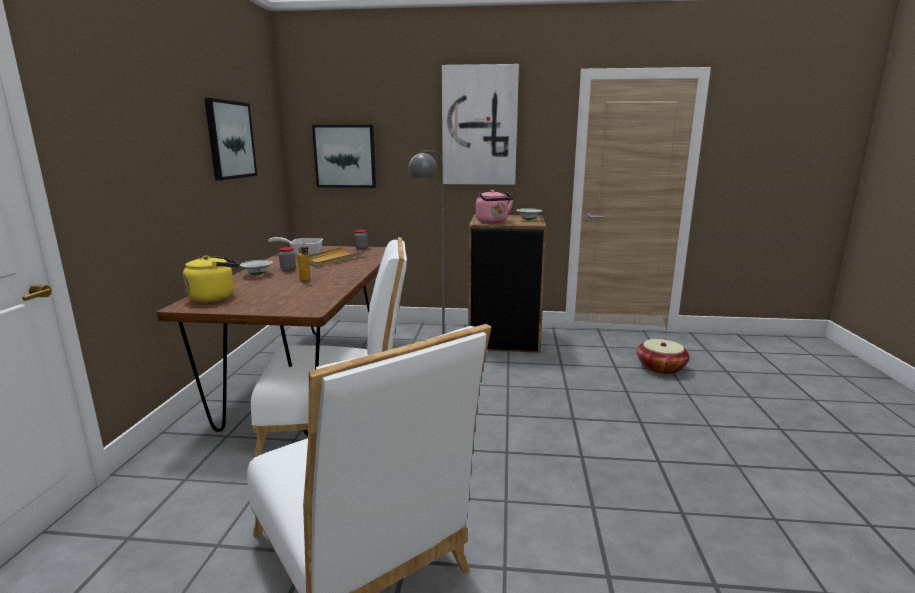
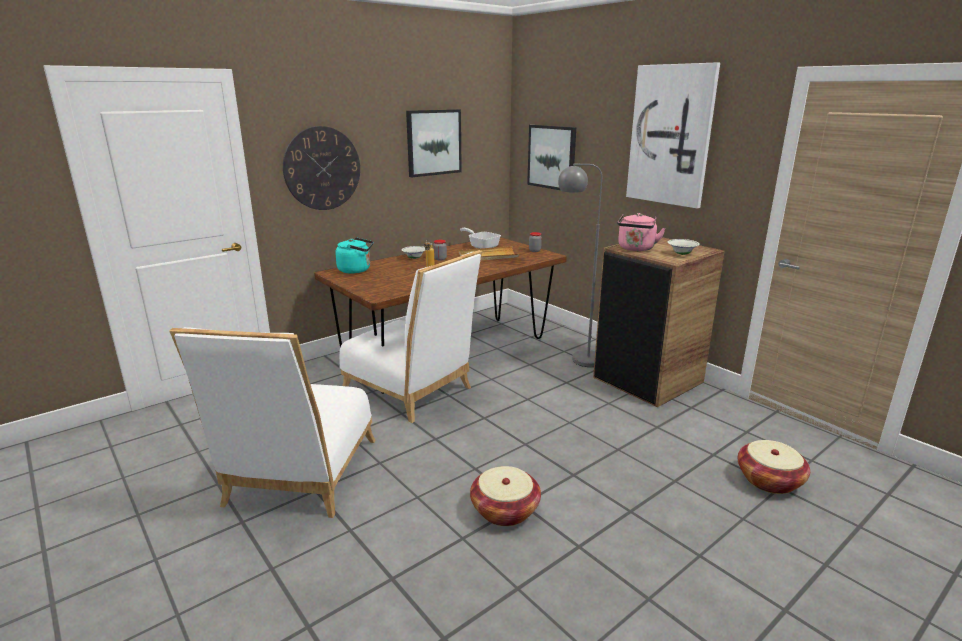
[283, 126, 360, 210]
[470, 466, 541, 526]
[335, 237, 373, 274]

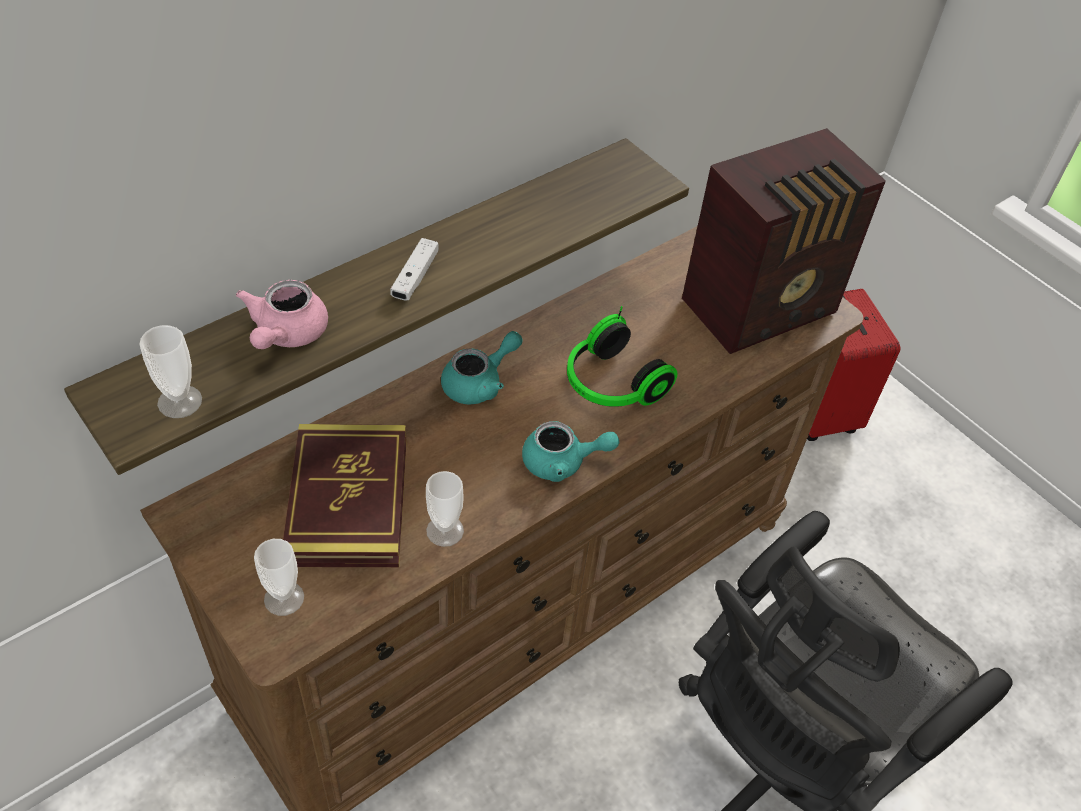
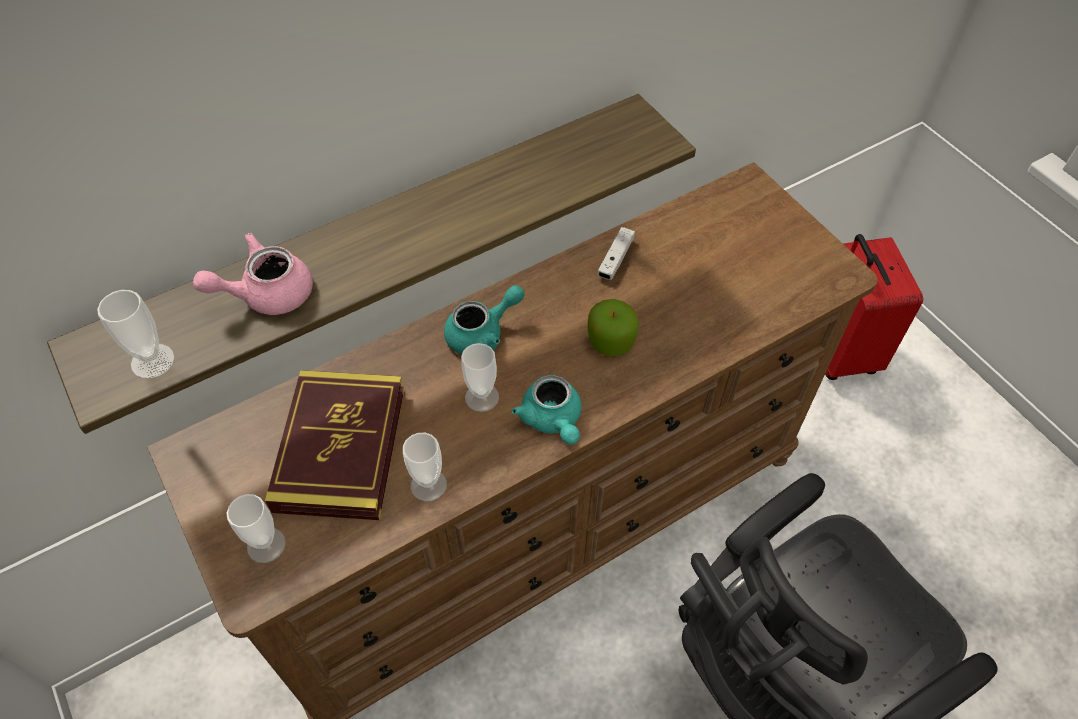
[682, 128, 886, 354] (first image)
[461, 343, 499, 412]
[597, 227, 635, 280]
[587, 299, 639, 356]
[193, 233, 313, 315]
[512, 375, 582, 445]

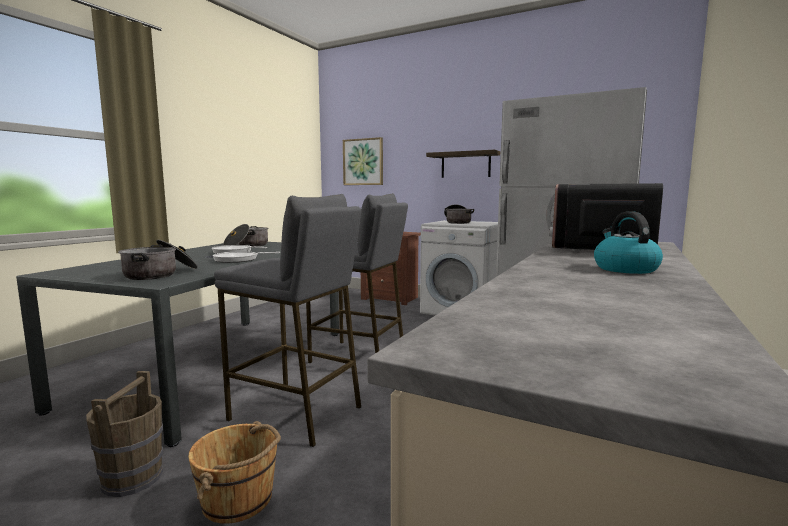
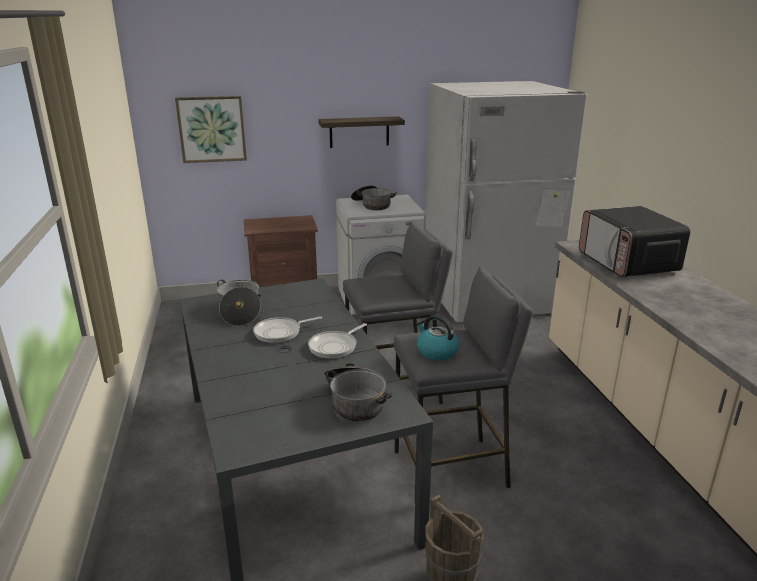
[188, 421, 281, 524] (first image)
[416, 314, 459, 360]

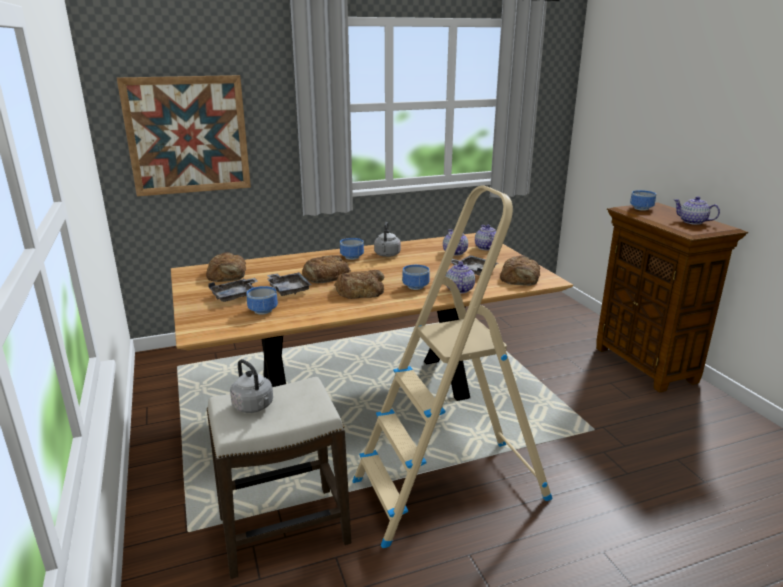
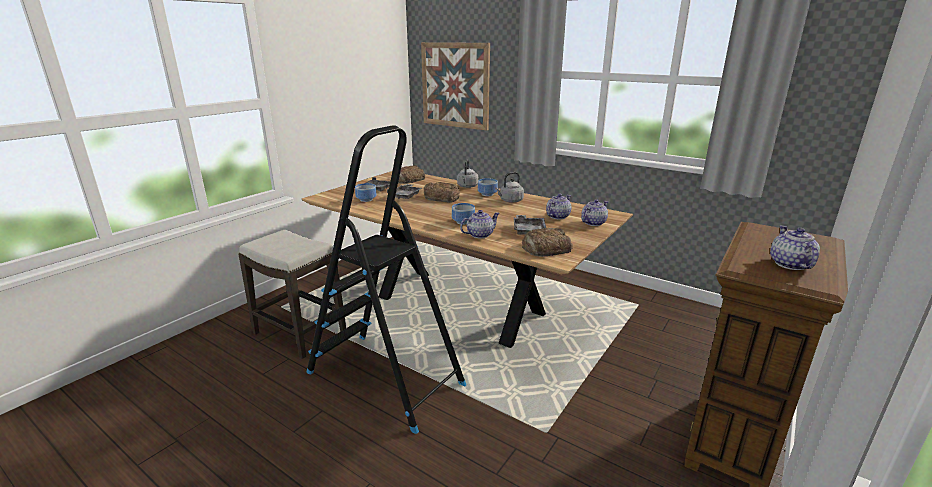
[334, 270, 384, 299] (first image)
[630, 190, 656, 211] (first image)
[457, 160, 478, 188]
[307, 125, 466, 434]

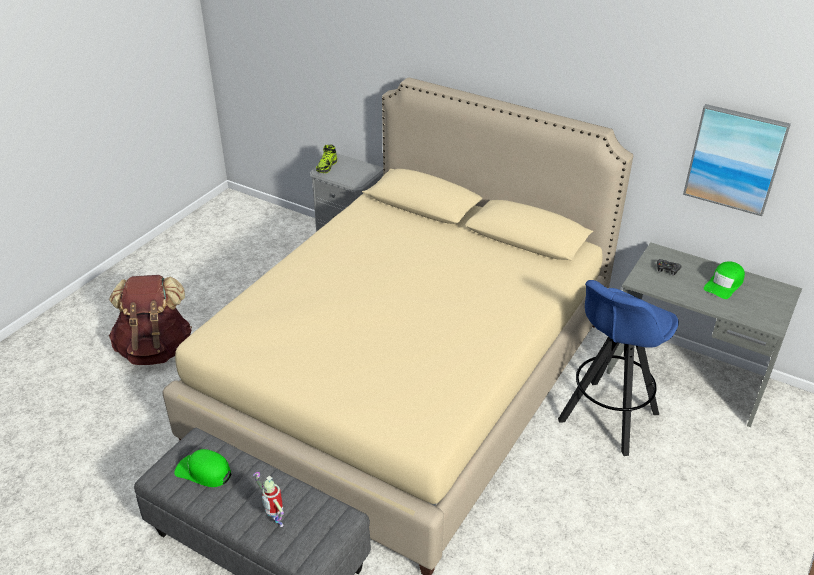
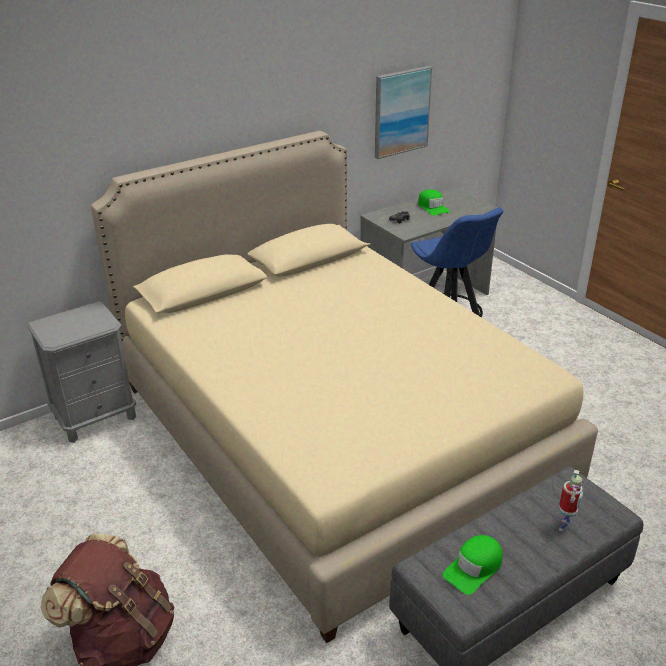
[316, 145, 337, 173] (first image)
[559, 470, 583, 531]

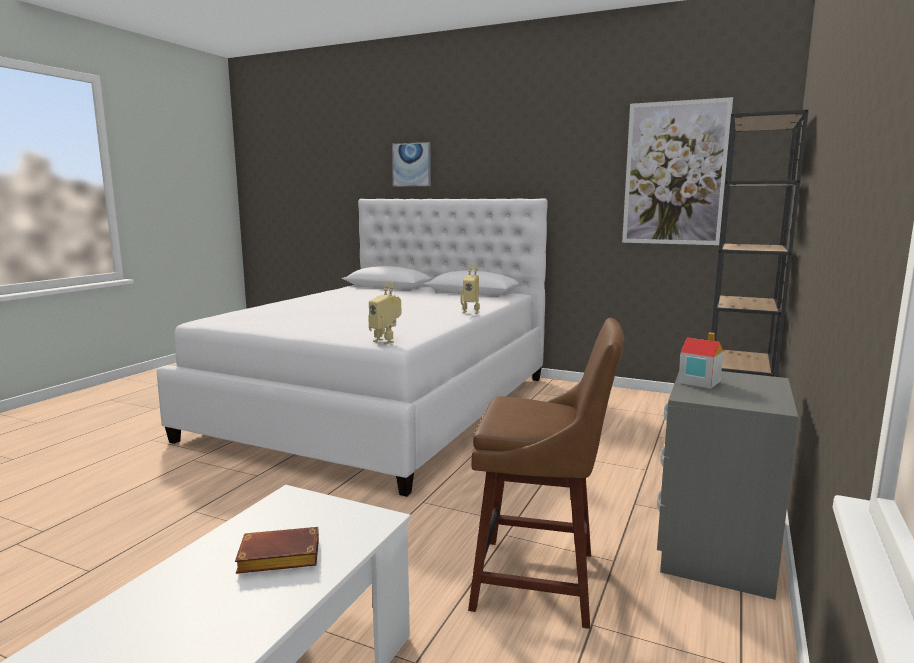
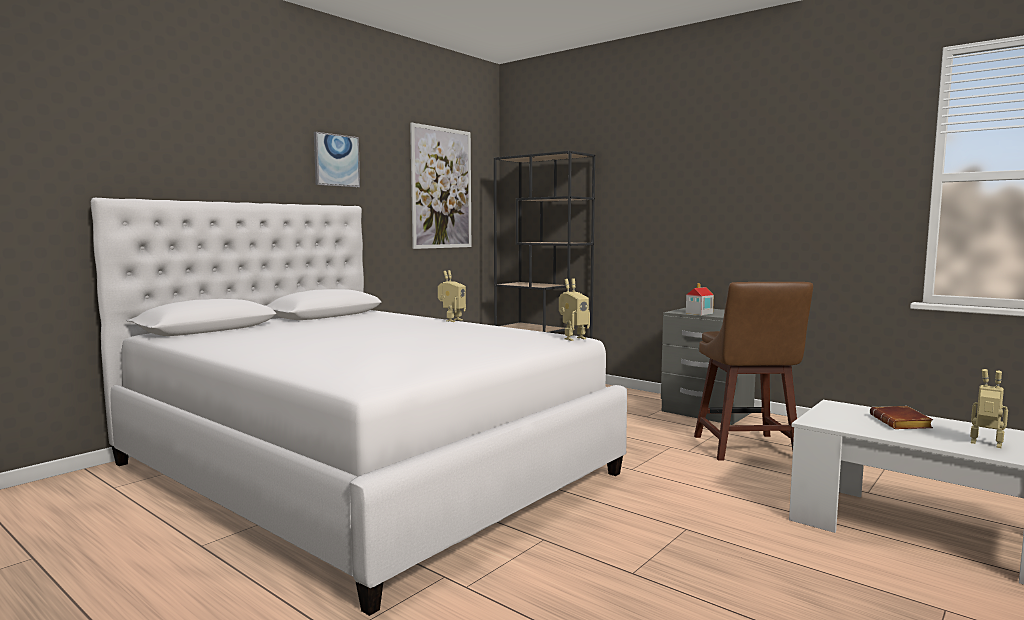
[970, 369, 1008, 448]
[314, 132, 360, 187]
[694, 282, 813, 461]

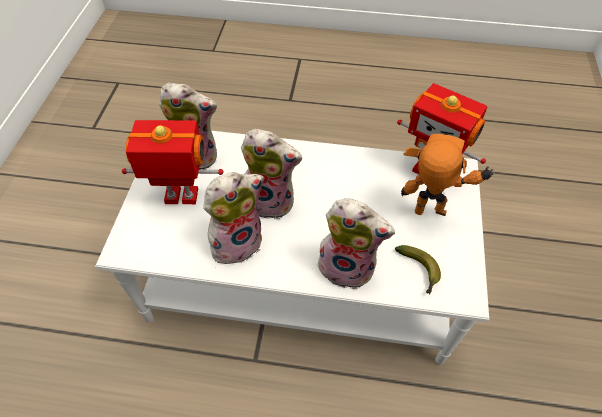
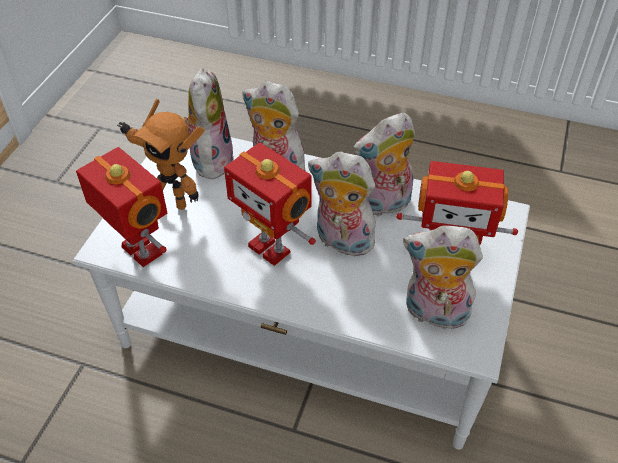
[224, 142, 316, 266]
[182, 68, 234, 181]

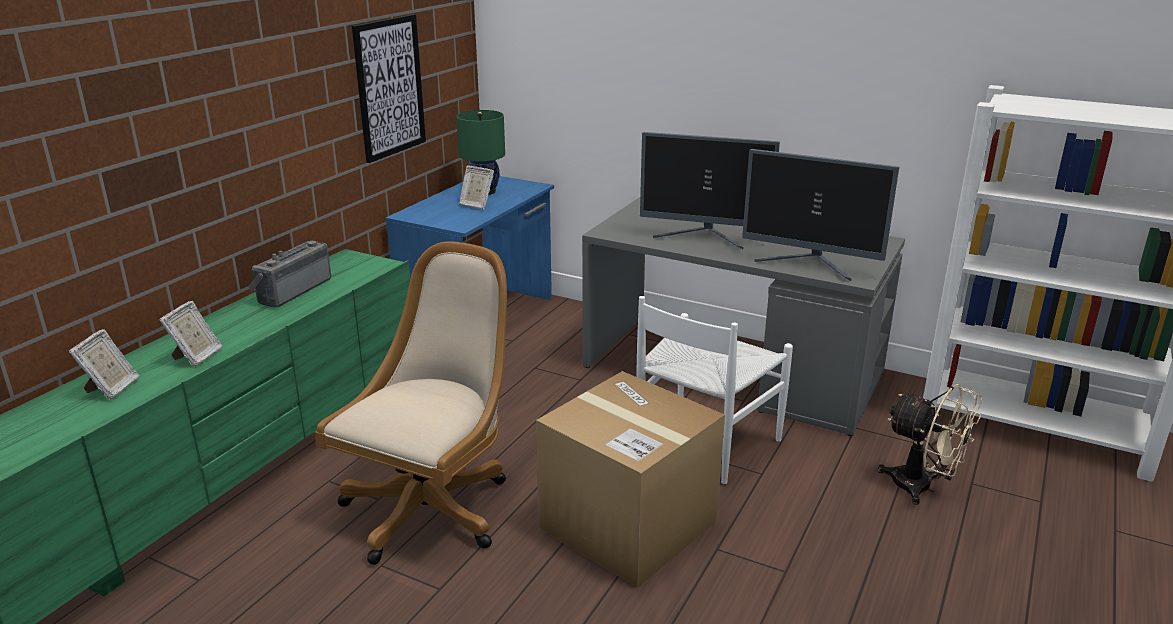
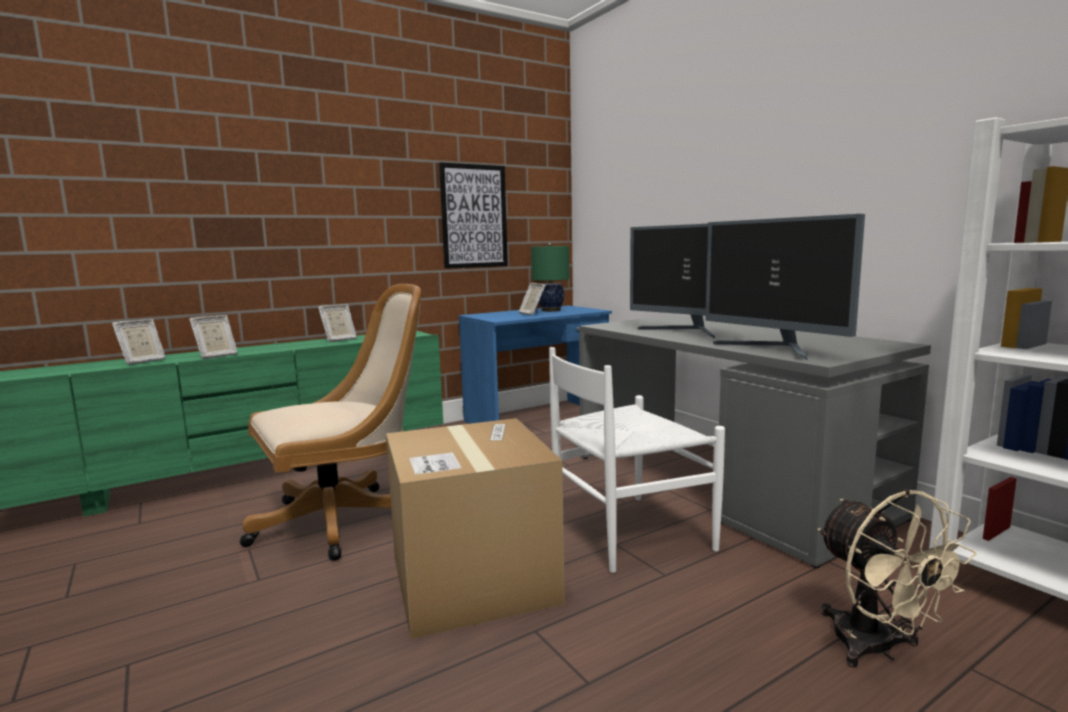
[318, 304, 357, 342]

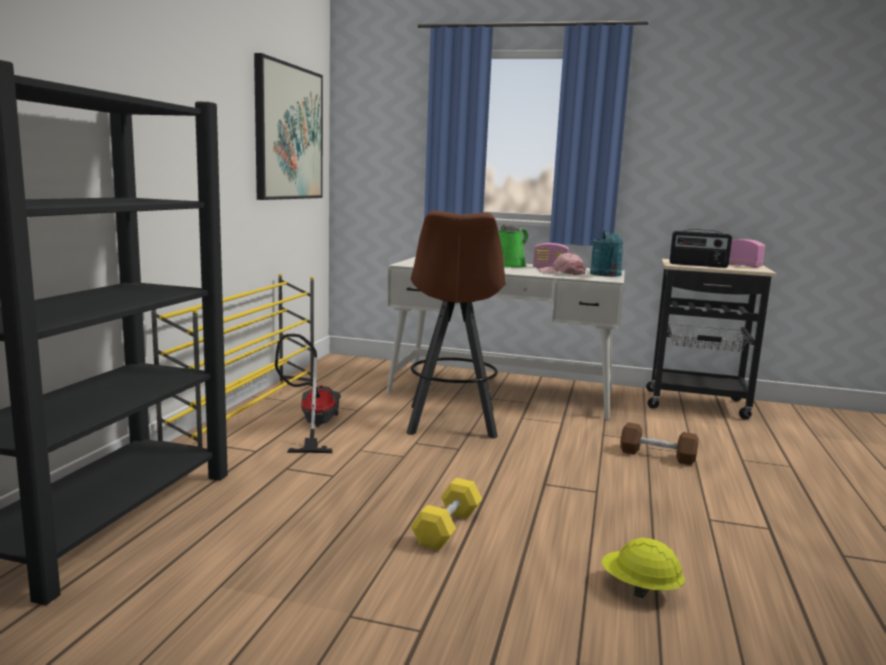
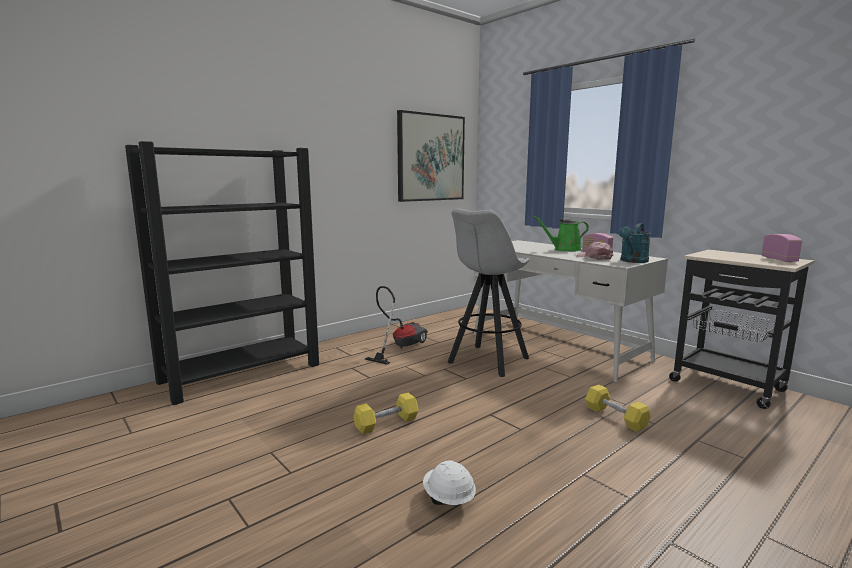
[151, 274, 314, 448] (first image)
[670, 229, 732, 268] (first image)
[448, 209, 529, 377]
[423, 461, 476, 505]
[585, 385, 651, 432]

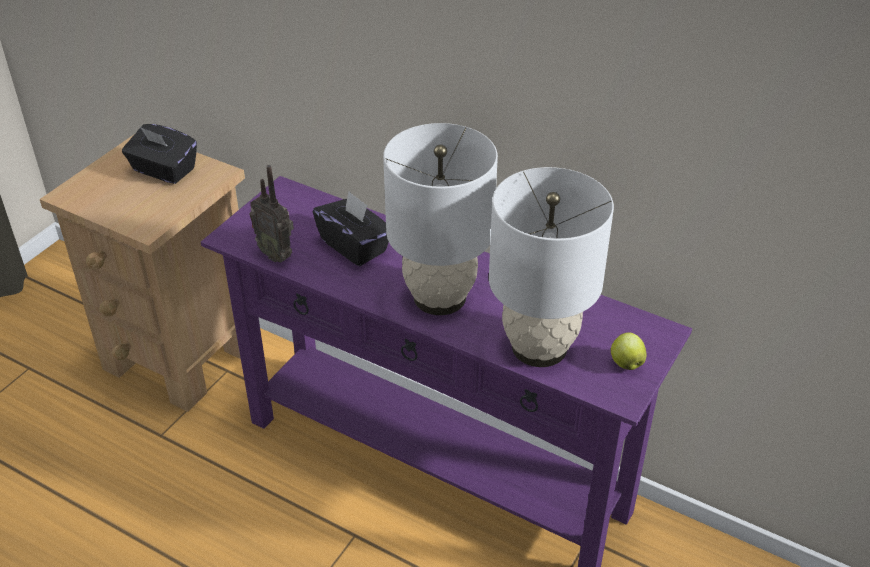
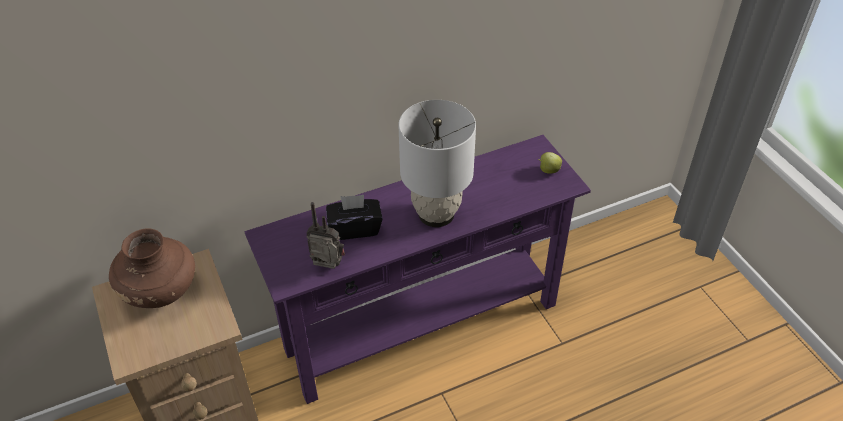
[489, 167, 614, 367] (first image)
[109, 228, 195, 308]
[307, 202, 345, 269]

